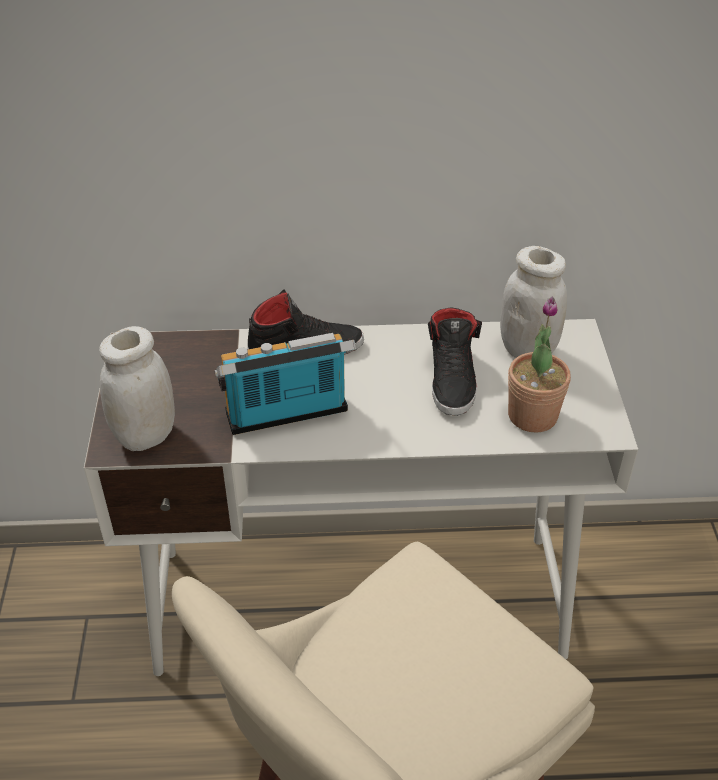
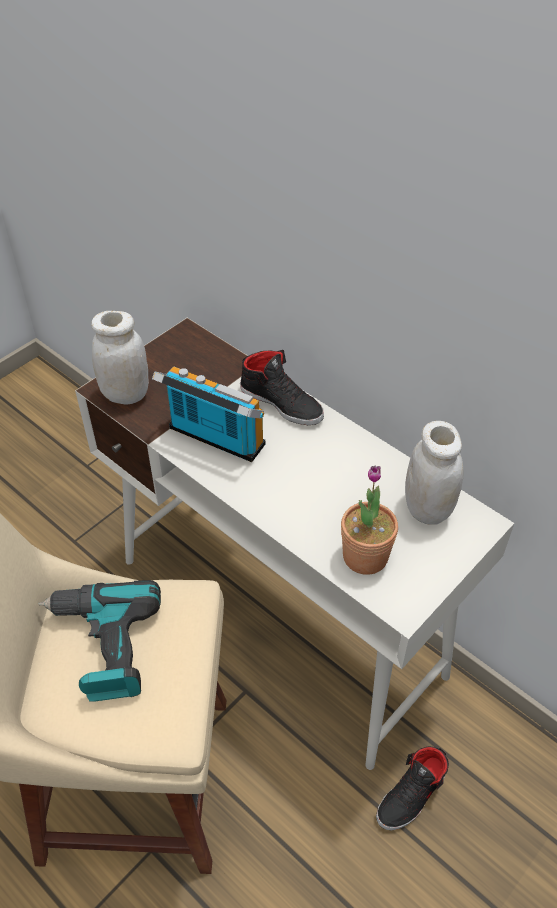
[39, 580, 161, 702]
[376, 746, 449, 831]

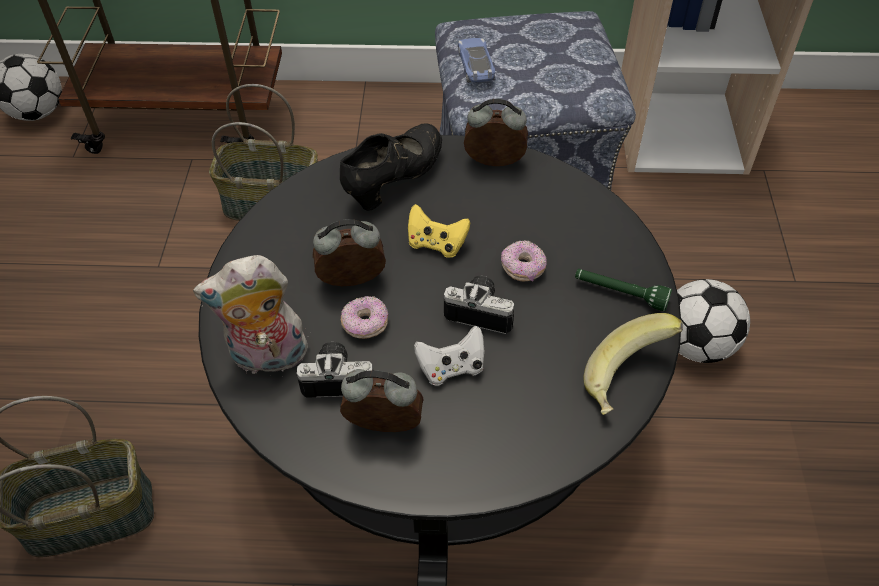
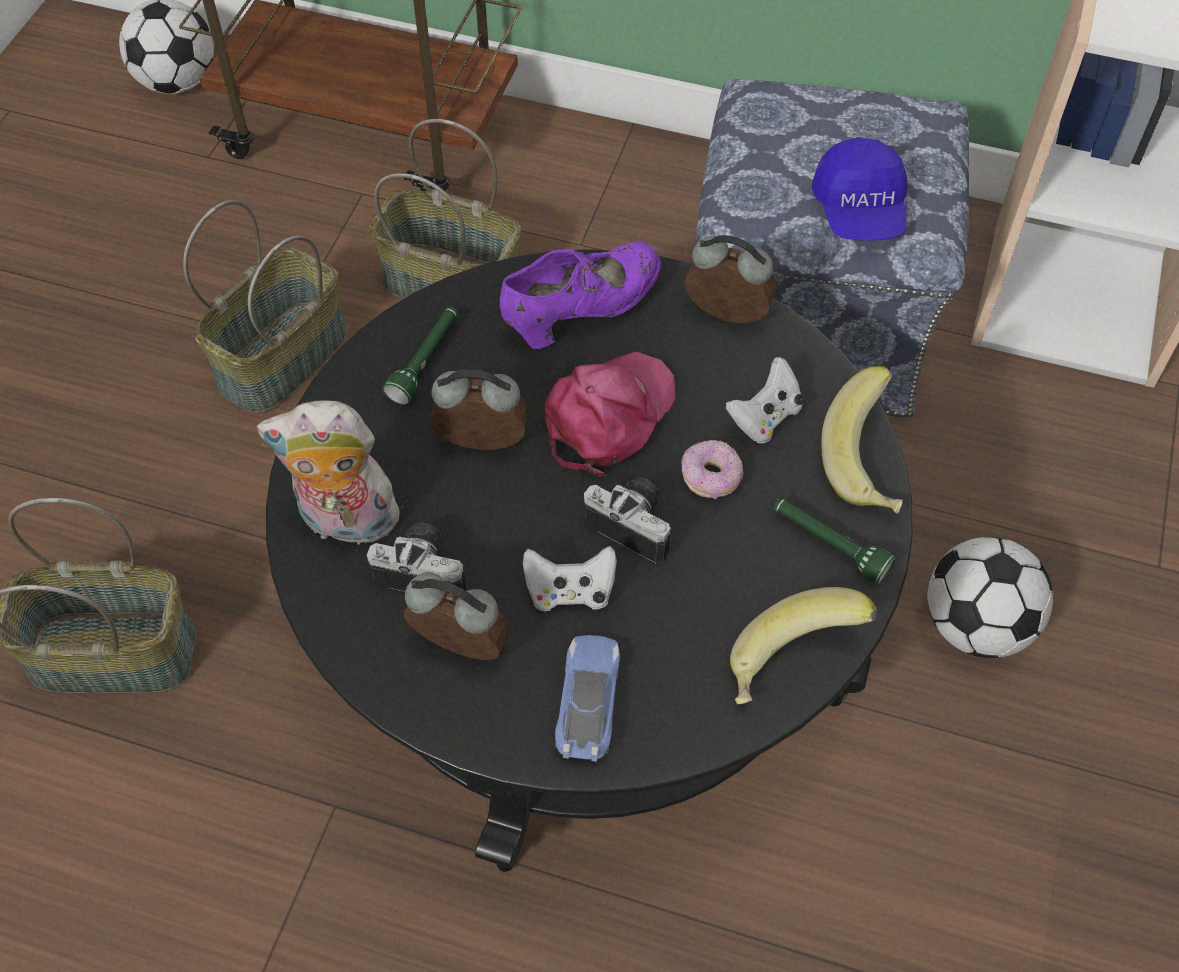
[341, 296, 389, 339] (first image)
[183, 200, 347, 414]
[383, 307, 457, 405]
[726, 357, 804, 443]
[811, 137, 908, 241]
[821, 366, 903, 514]
[555, 635, 620, 762]
[545, 351, 675, 476]
[500, 241, 661, 349]

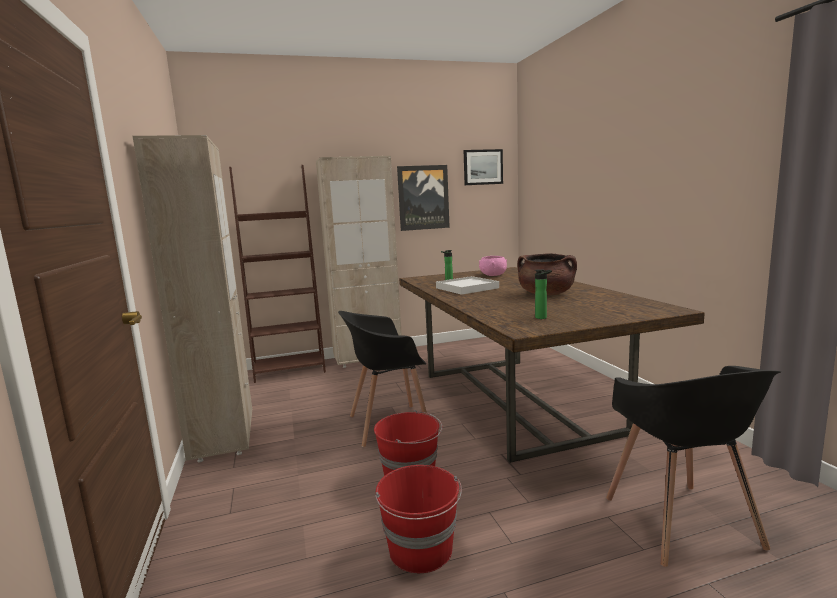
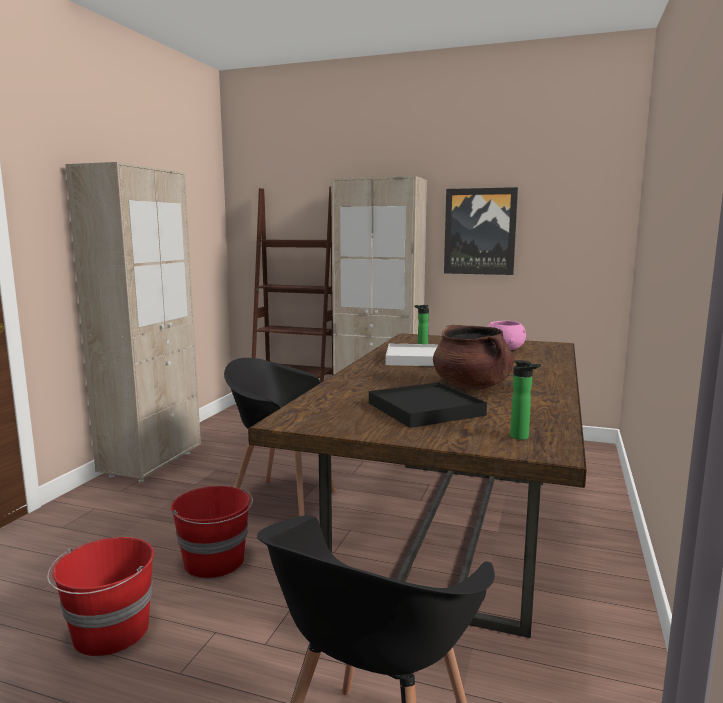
[464, 149, 503, 185] (first image)
[369, 382, 487, 428]
[510, 360, 541, 440]

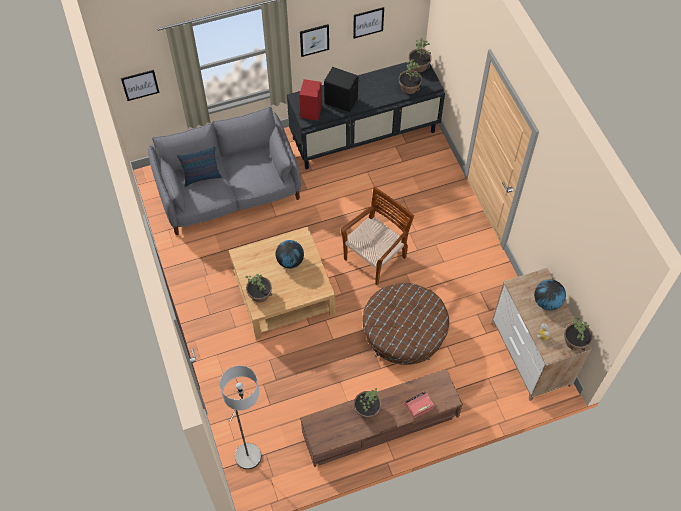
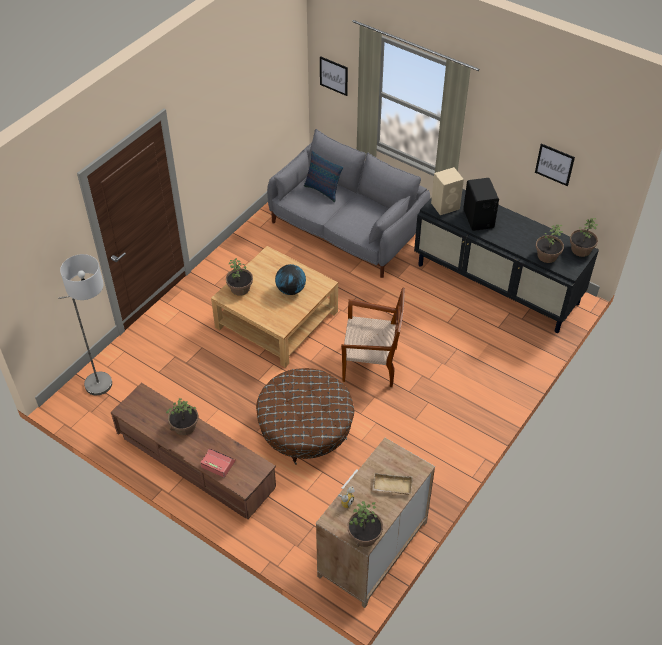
[300, 24, 329, 57] (first image)
[372, 473, 413, 495]
[431, 167, 464, 215]

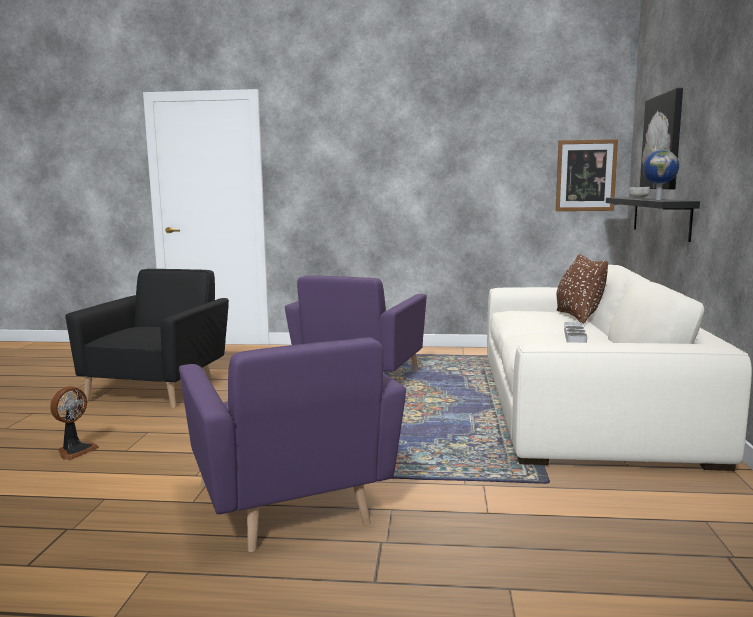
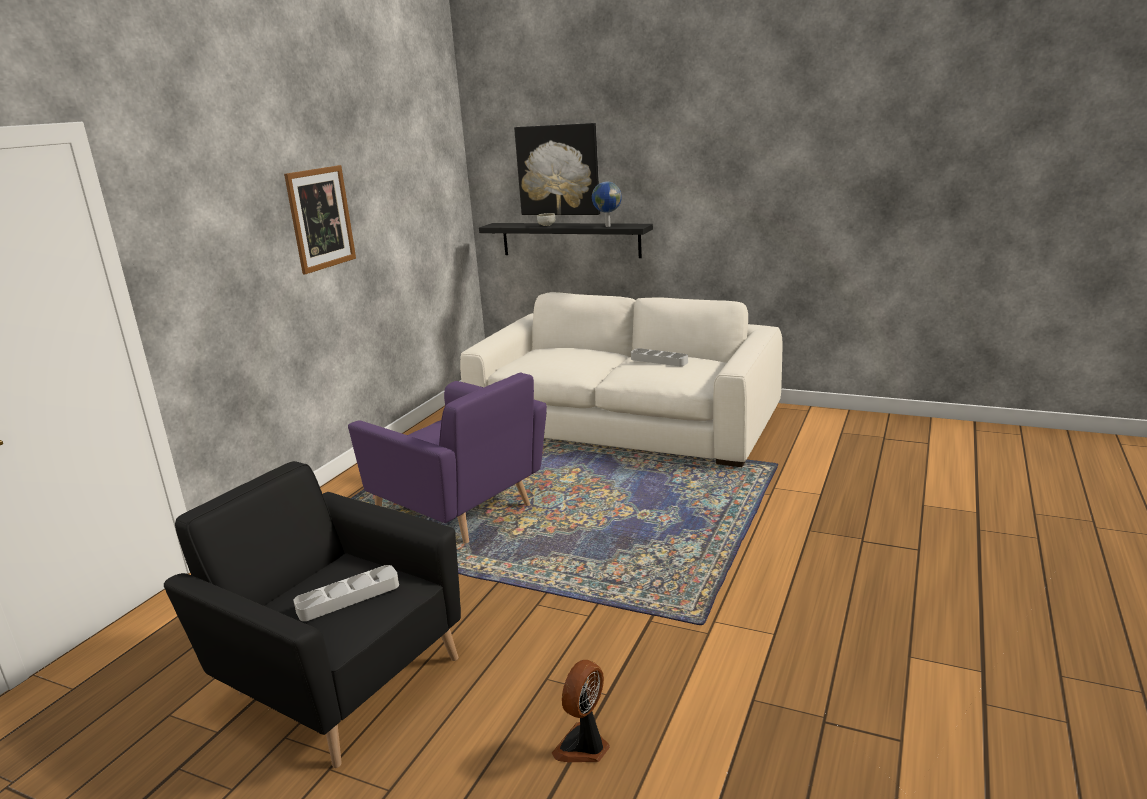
[179, 337, 406, 552] (first image)
[556, 254, 608, 324] (first image)
[293, 565, 399, 621]
[284, 165, 356, 274]
[552, 660, 610, 762]

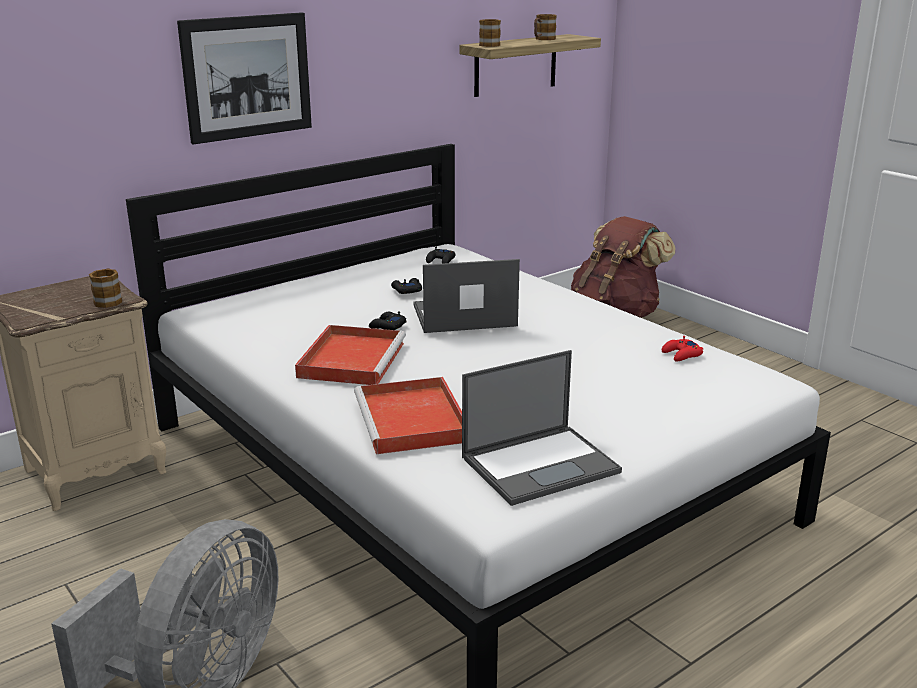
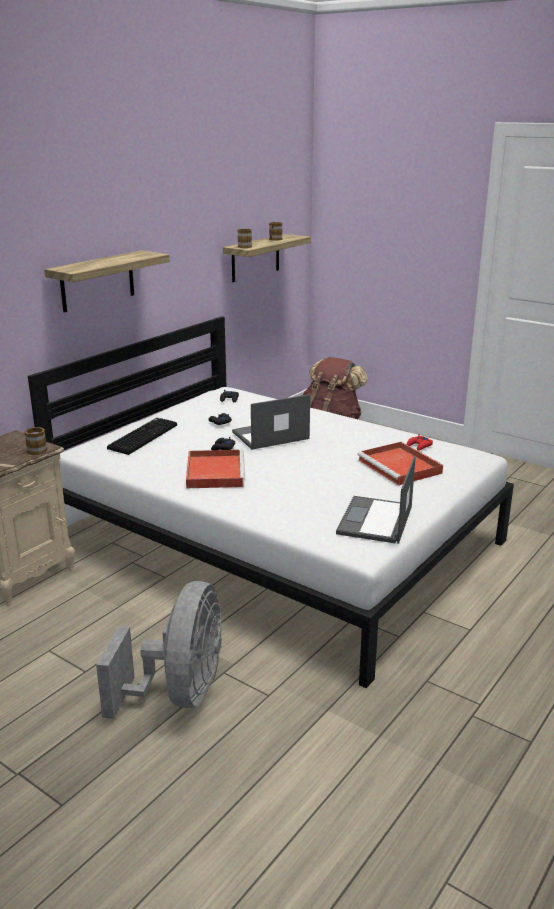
[107, 418, 177, 455]
[357, 442, 443, 485]
[44, 250, 170, 312]
[336, 456, 416, 544]

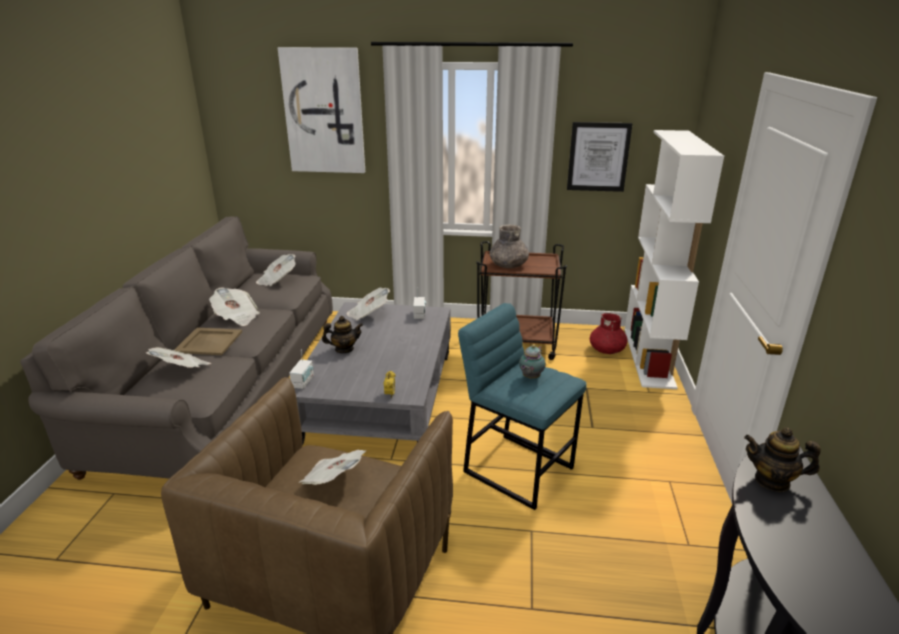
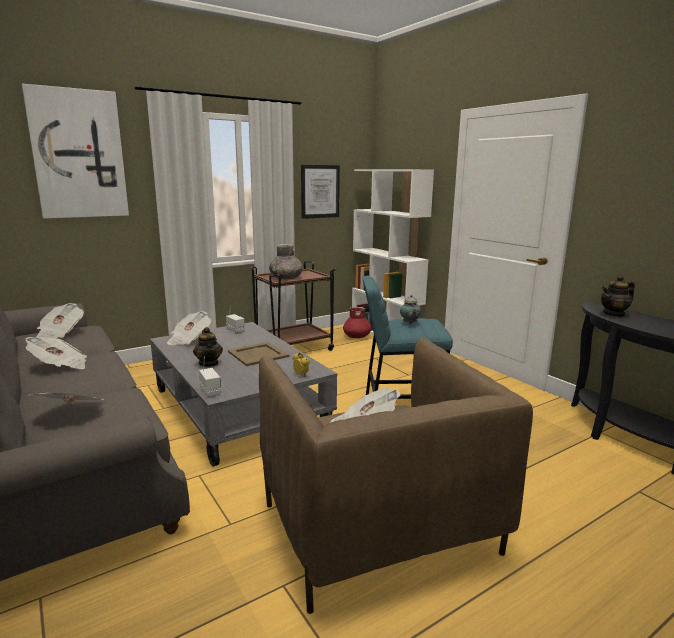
[228, 342, 289, 366]
[193, 327, 223, 367]

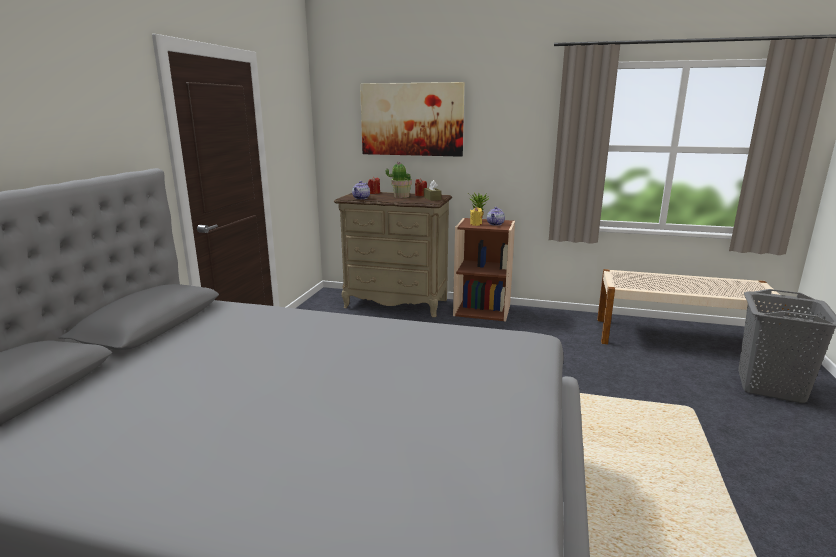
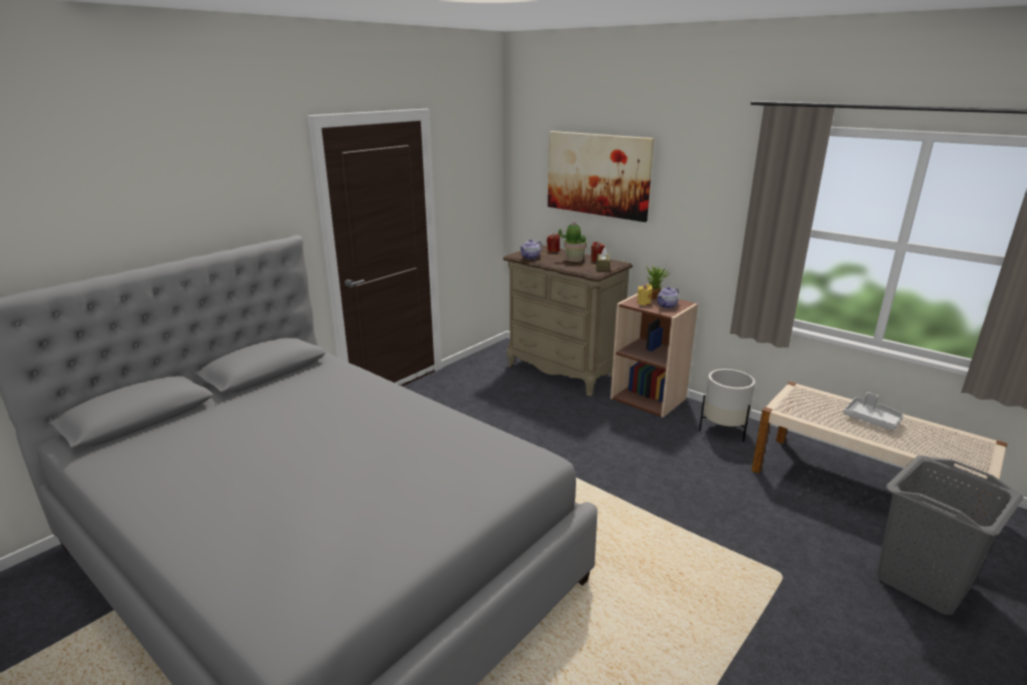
[699, 369, 755, 442]
[843, 392, 903, 430]

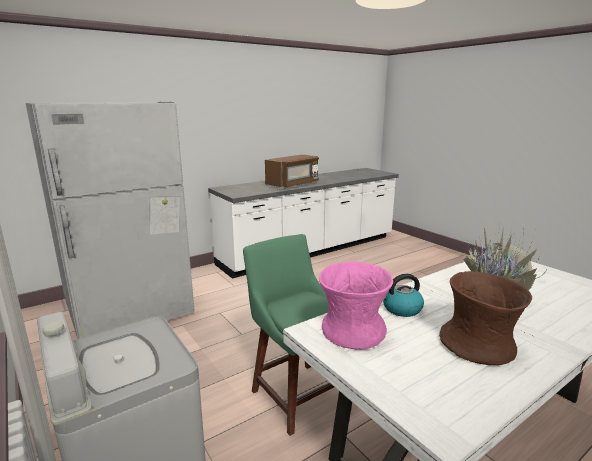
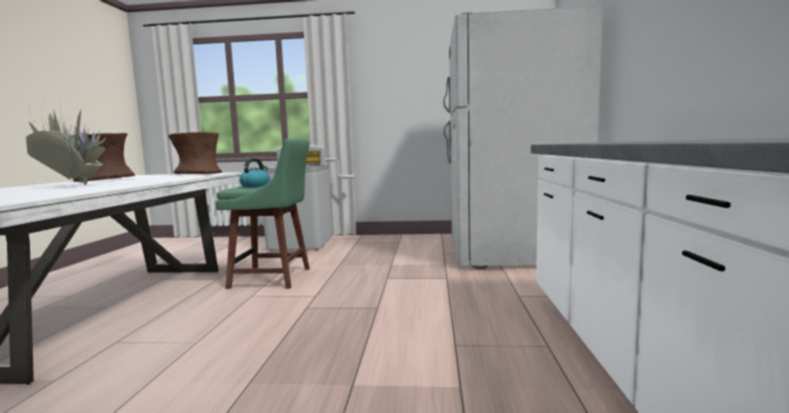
[265, 154, 319, 189] (first image)
[239, 158, 270, 187]
[168, 132, 222, 174]

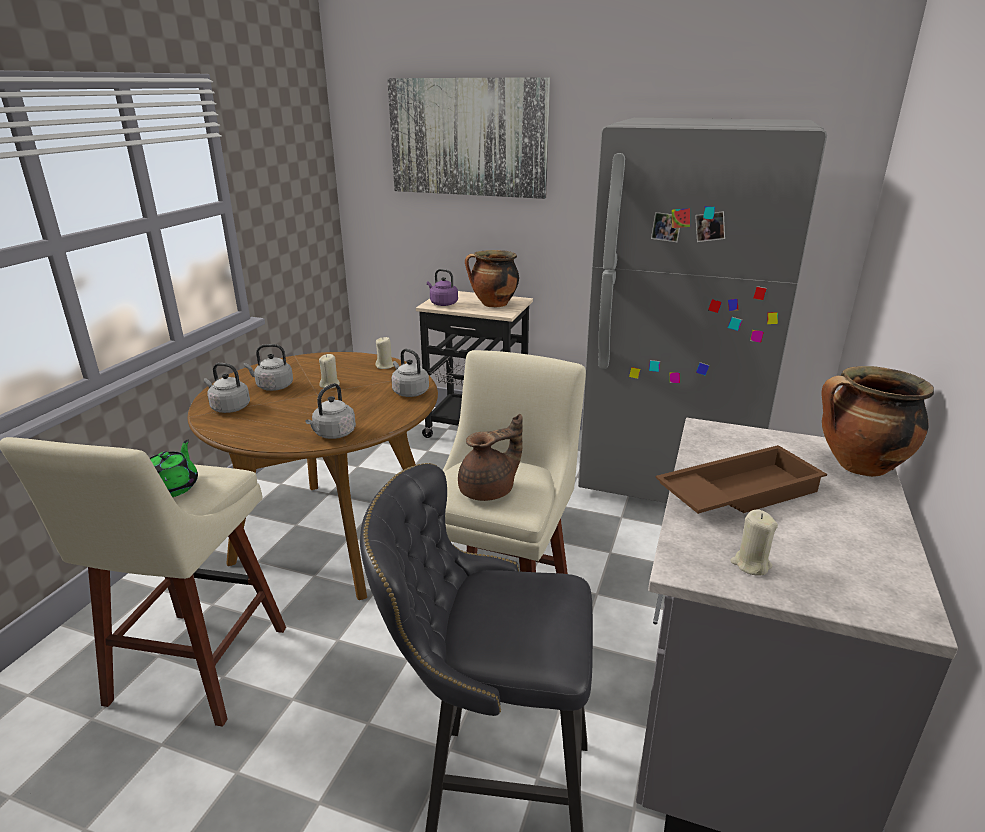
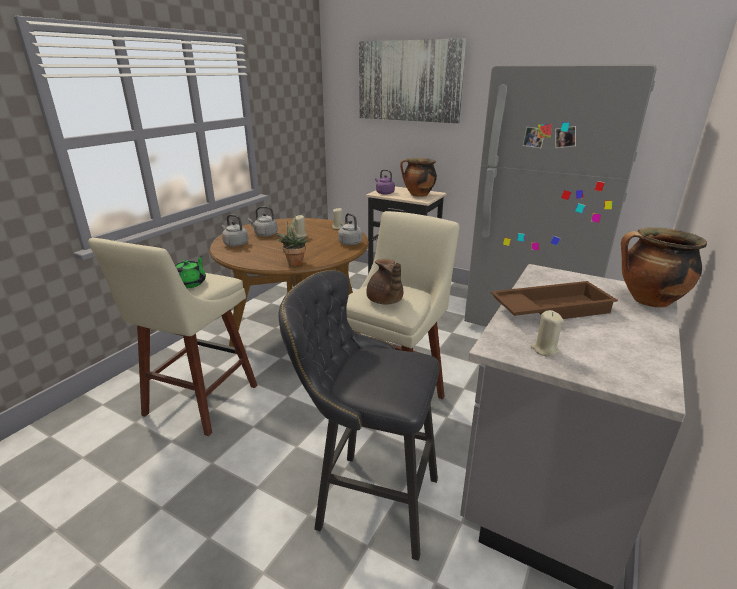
[276, 215, 308, 266]
[366, 259, 403, 304]

